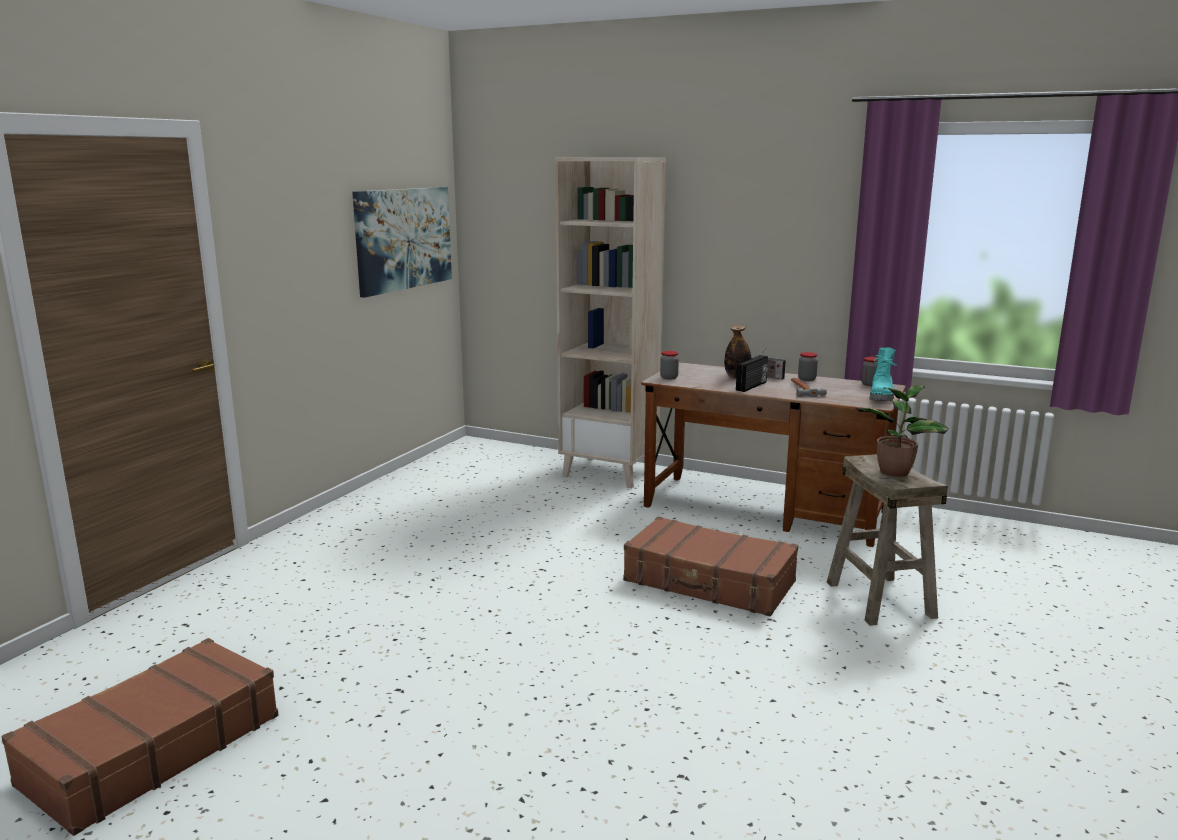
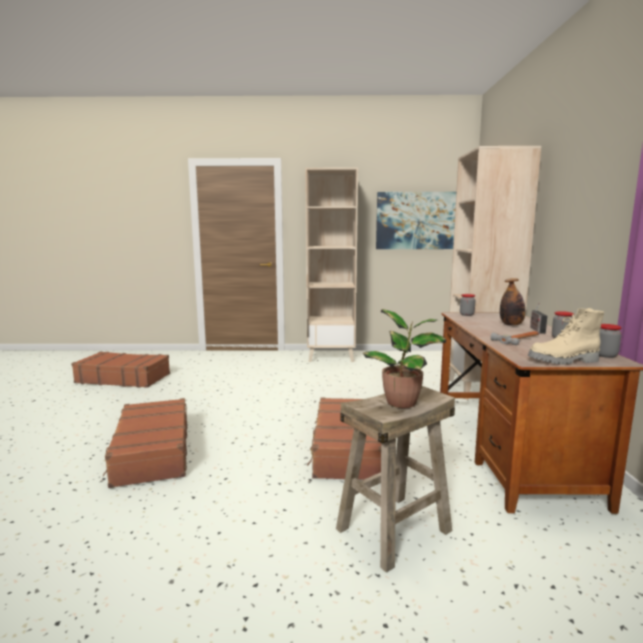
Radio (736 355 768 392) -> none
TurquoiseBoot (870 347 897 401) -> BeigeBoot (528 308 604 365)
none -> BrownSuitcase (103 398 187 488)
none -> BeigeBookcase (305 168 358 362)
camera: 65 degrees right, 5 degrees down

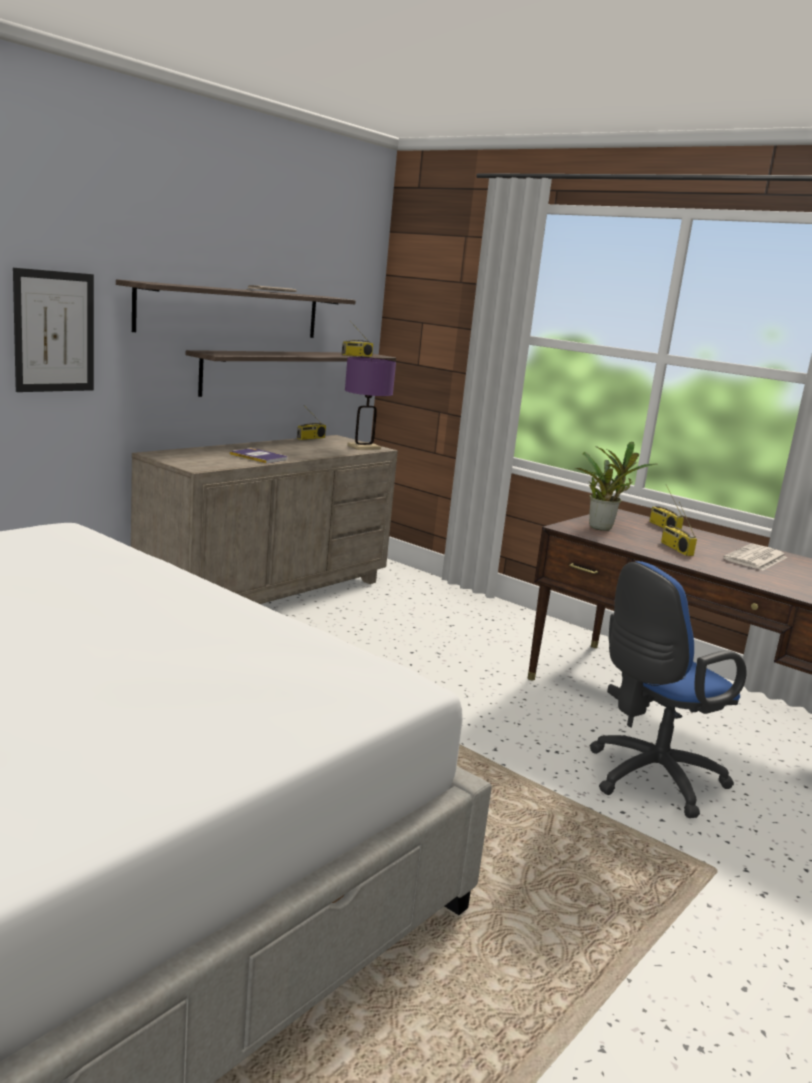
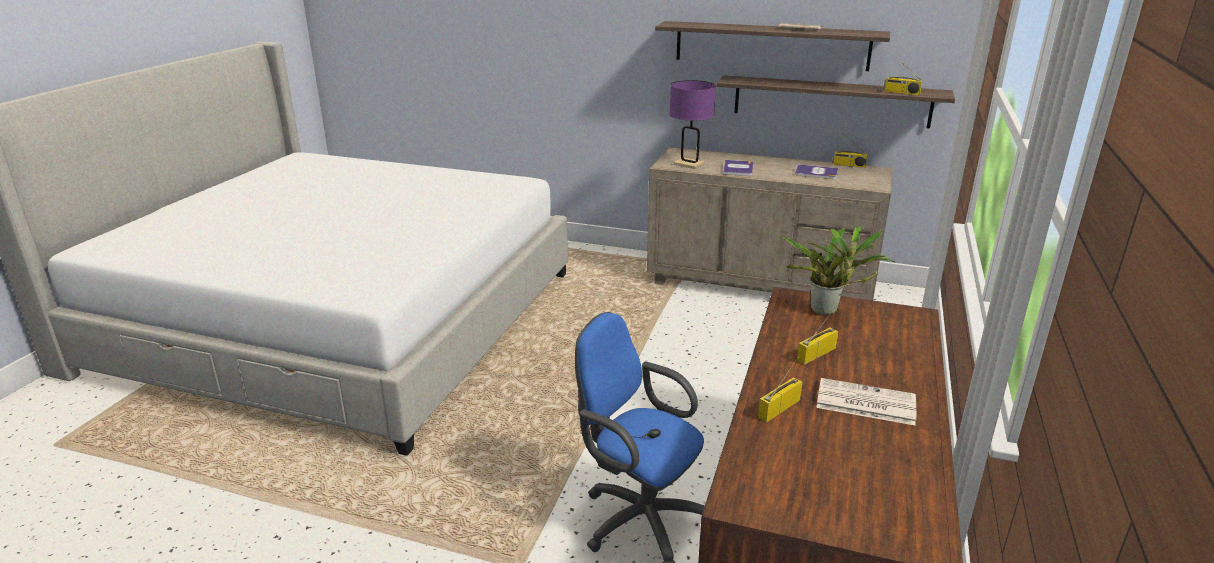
Picture (13 268 94 392) -> none
PurpleTableLamp (345 356 396 450) -> PurpleTableLamp (669 80 716 169), move
Radio (650 485 684 529) -> Radio (758 355 802 422), move
none -> Book (795 164 838 179)
camera: 70 degrees right, 10 degrees up

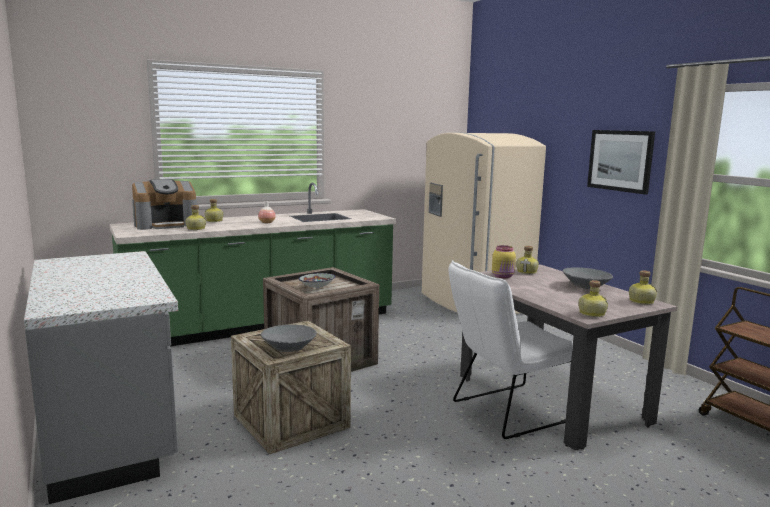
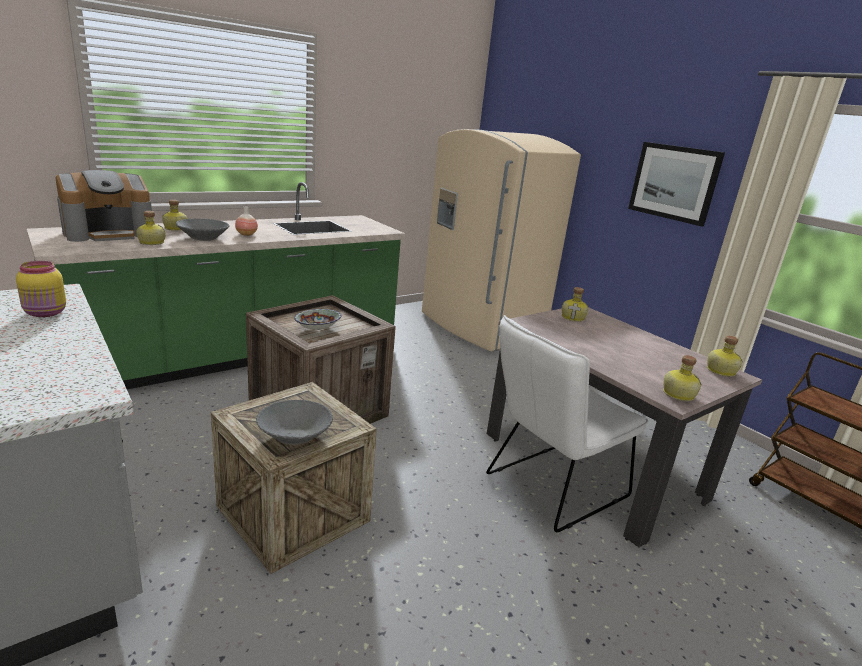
YellowJar (492 245 516 278) -> YellowJar (16 261 66 317), move
GreyBowl (563 267 613 289) -> GreyBowl (176 218 229 241), move
camera: 10 degrees left, 10 degrees up

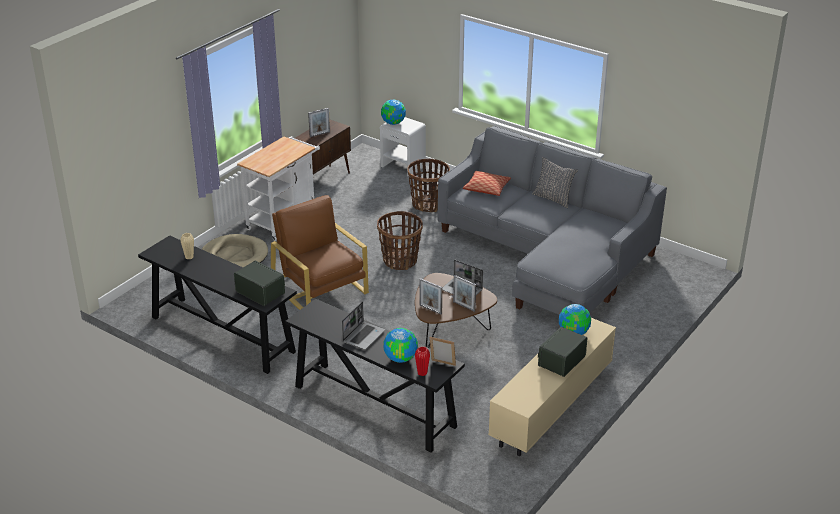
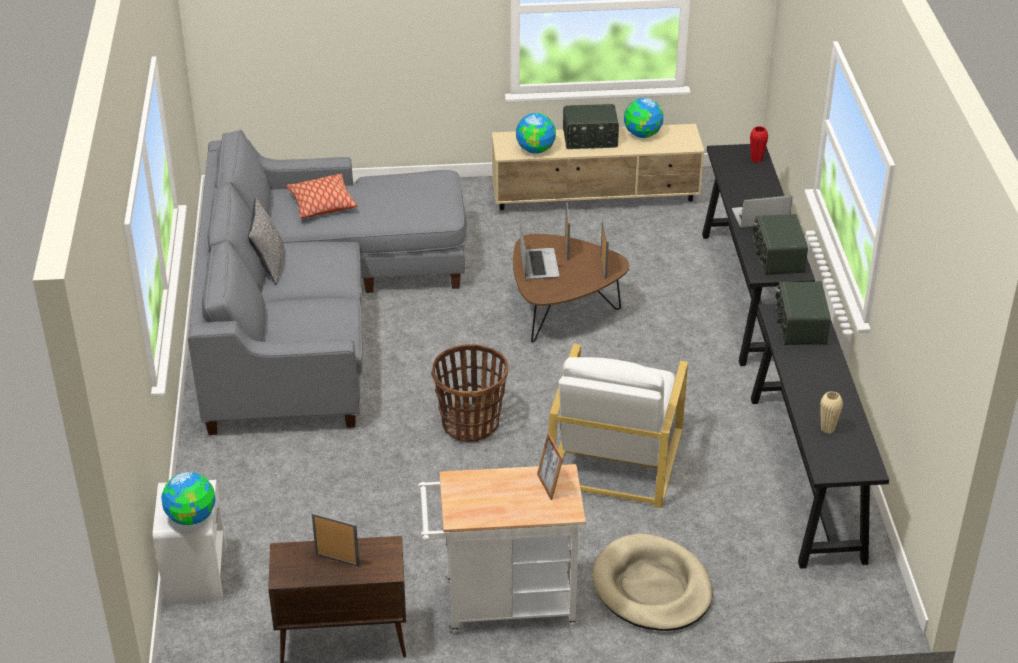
BrownArmchair (271 195 369 310) -> WhiteArmchair (548 344 688 508)
Globe (383 328 418 363) -> Globe (624 98 663 138), move
Basket (407 159 450 212) -> none
PictureFrame (430 337 456 366) -> PictureFrame (537 433 563 500), move
Pillow (463 171 511 196) -> Pillow (286 174 358 218), move
none -> Radio (752 214 808 275)
camera: 130 degrees left, 5 degrees up

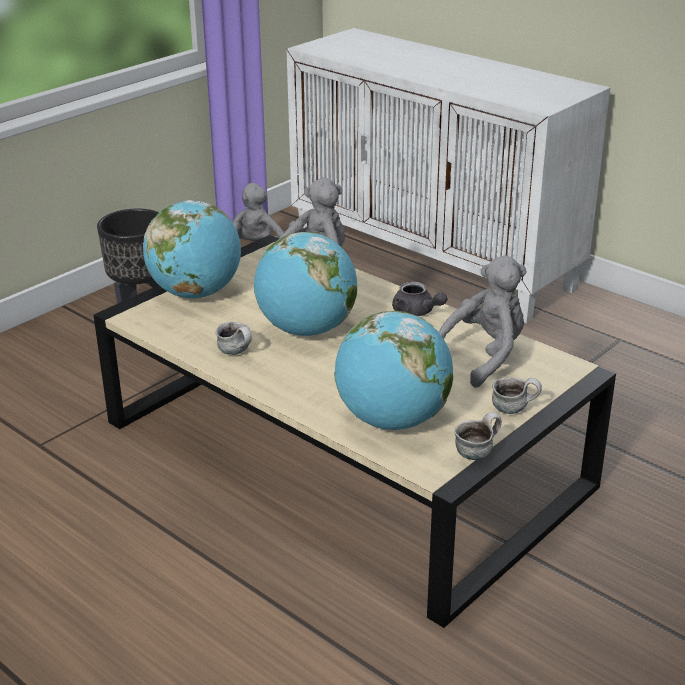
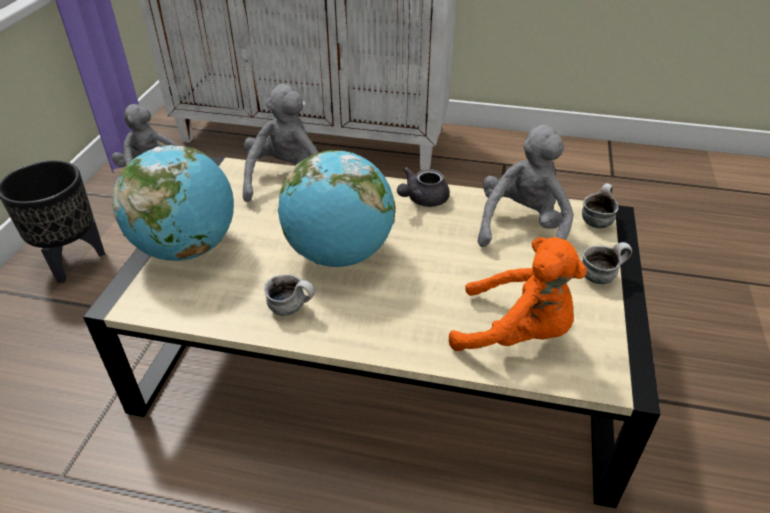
Globe (334 311 453 430) -> OrangePlushToy (449 237 587 351)
GreyTeapot (392 281 448 316) -> GreyTeapot (397 167 450 207), 120 degrees clockwise
Mug (454 412 502 460) -> Mug (582 183 618 228), move
camera: 30 degrees left, 10 degrees up

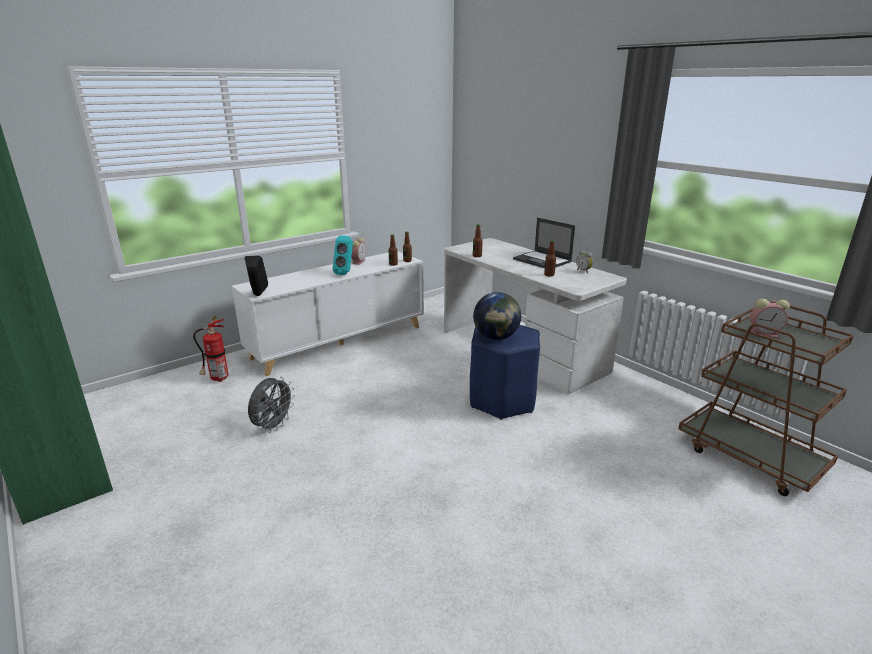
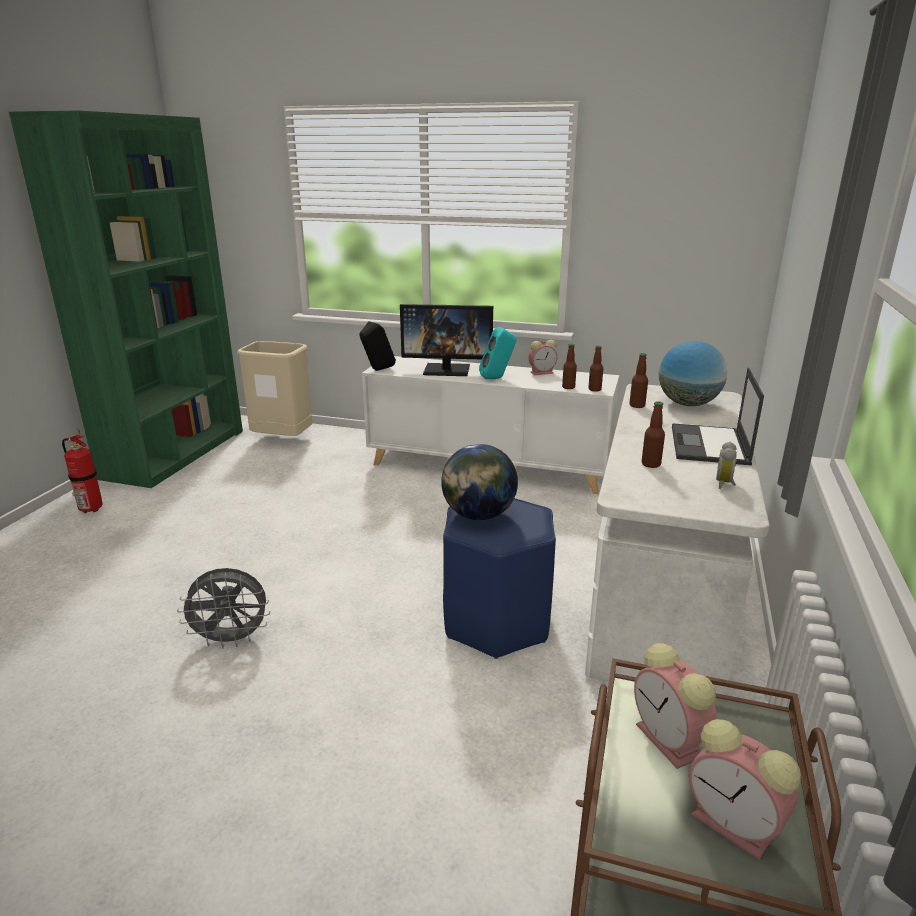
FireExtinguisher (193 316 228 382) -> FireExtinguisher (62 428 103 513), move
GreyFan (248 377 295 433) -> GreyFan (177 568 270 648), move
none -> BeigeTrashCan (237 341 312 436)
none -> Monitor (400 304 493 376)
none -> Globe (659 341 727 406)
none -> AlarmClock (689 719 801 860)
camera: 55 degrees right, 0 degrees up

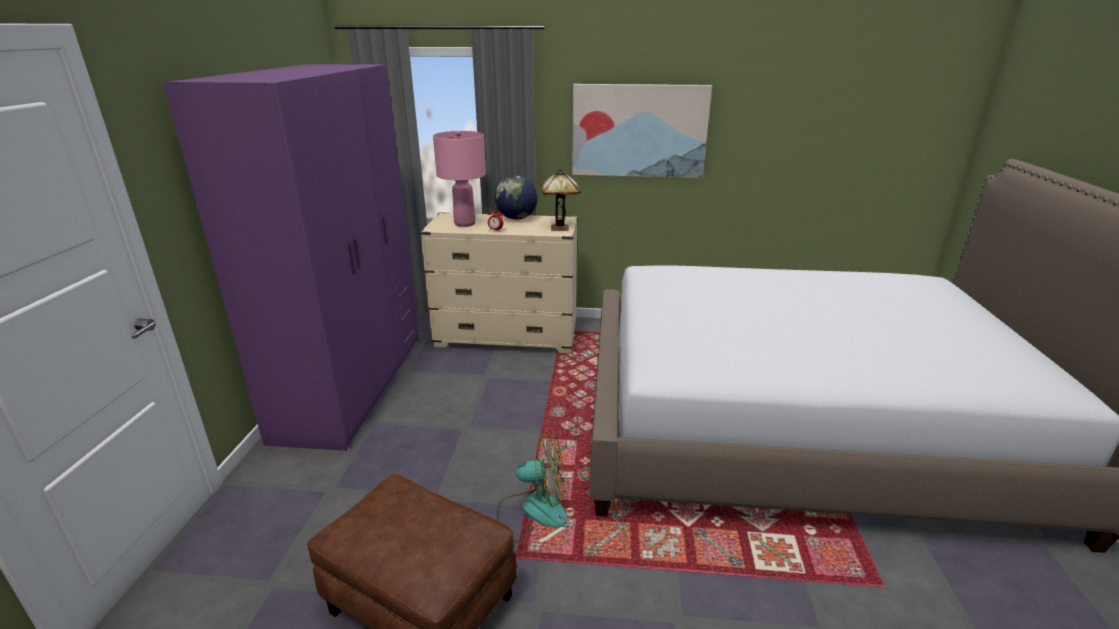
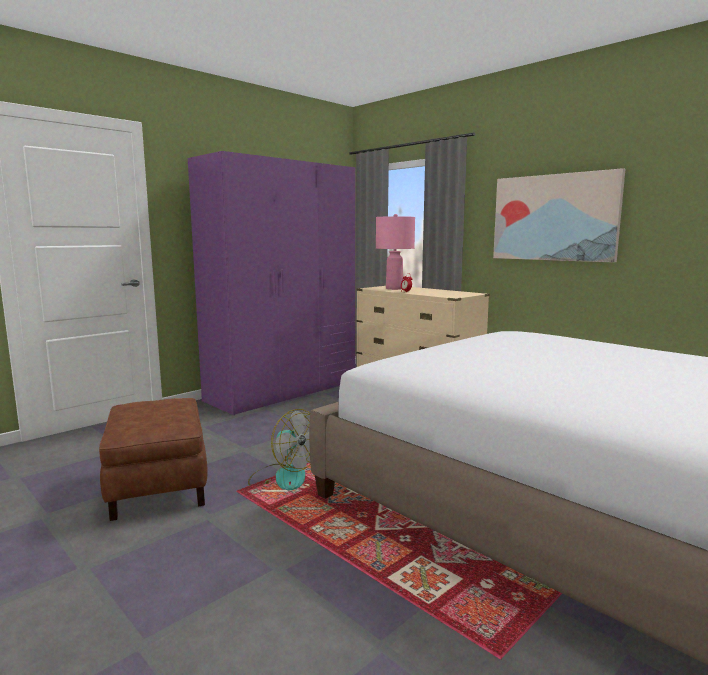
Globe (495 176 538 220) -> none
TableLamp (542 169 581 231) -> none
camera: 40 degrees right, 15 degrees down

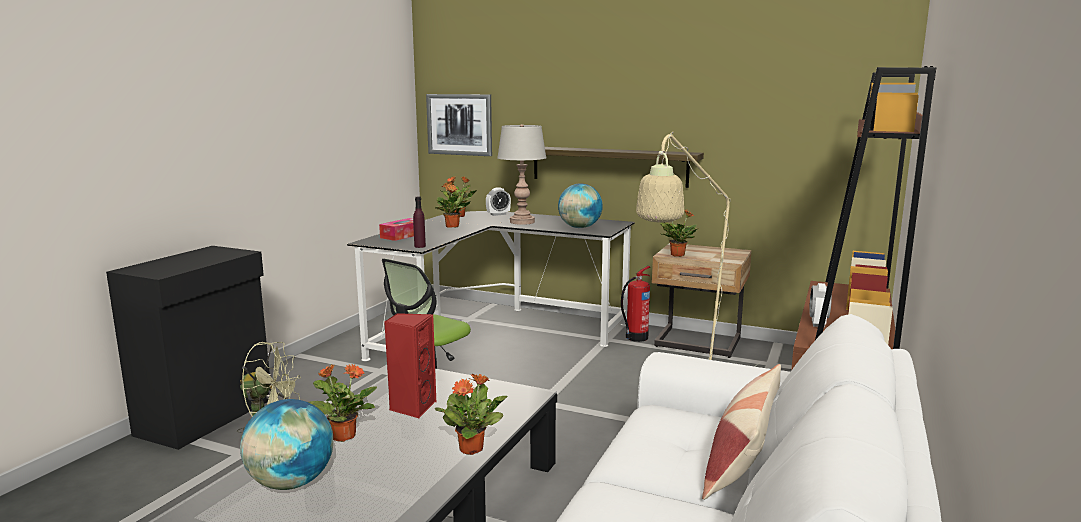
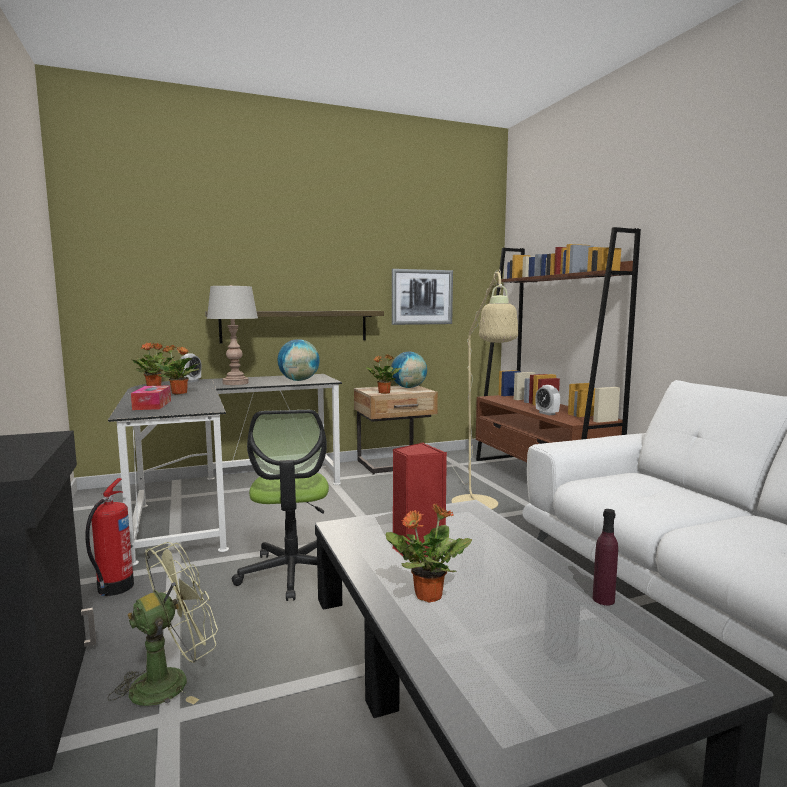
Globe (240 399 333 490) -> Globe (391 352 427 388), move
PurpleBottle (413 196 426 248) -> PurpleBottle (593 509 618 605), move
Picture (426 94 492 156) -> Picture (392 269 453 325), move
PottedPlant (435 373 508 455) -> none
FireExtinguisher (621 266 650 342) -> FireExtinguisher (86 478 134 596), move
Pillow (702 364 781 500) -> none
camera: 45 degrees left, 5 degrees down

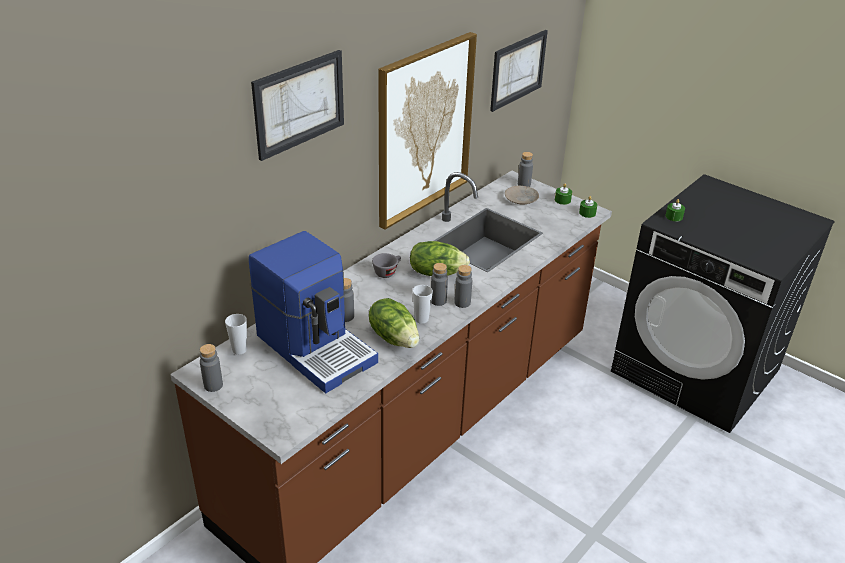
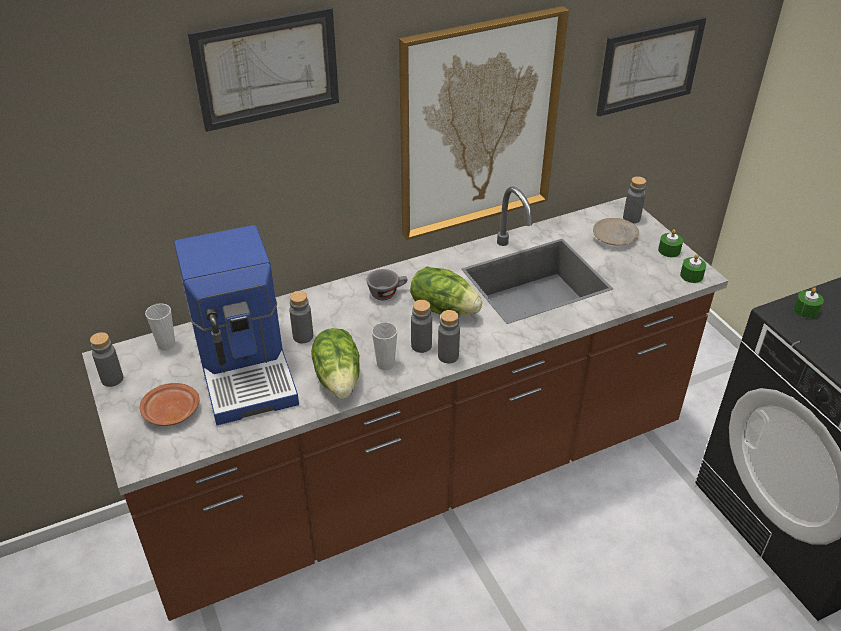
none -> BrownPlate (140 383 200 426)
camera: 25 degrees right, 5 degrees up

